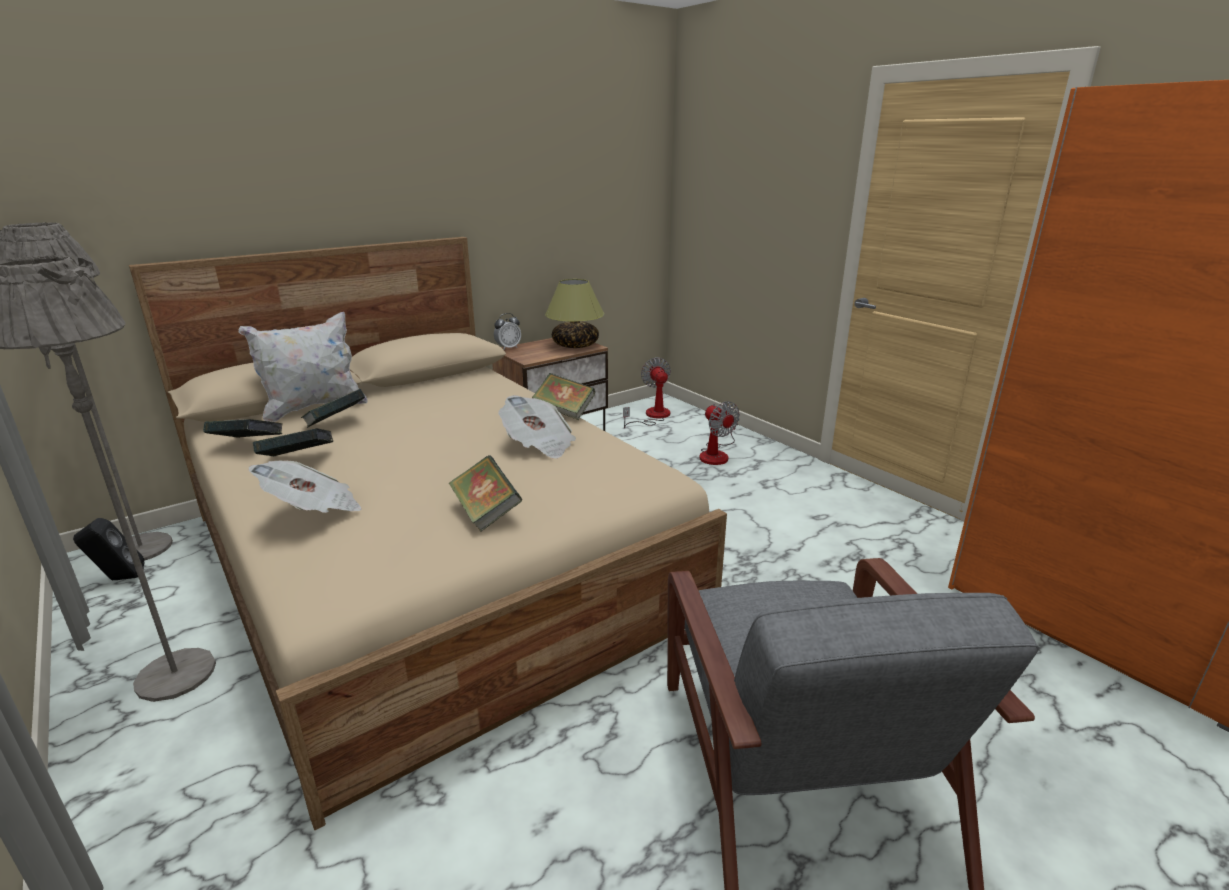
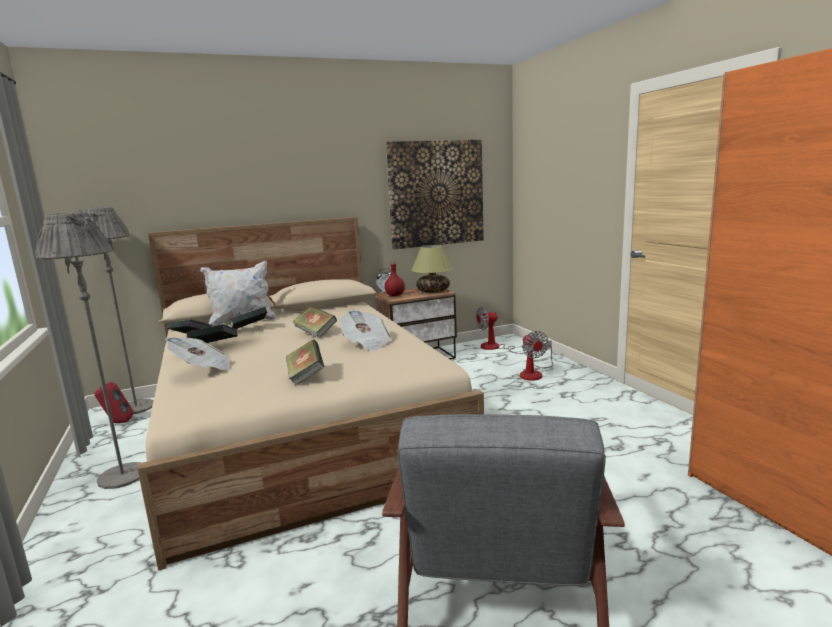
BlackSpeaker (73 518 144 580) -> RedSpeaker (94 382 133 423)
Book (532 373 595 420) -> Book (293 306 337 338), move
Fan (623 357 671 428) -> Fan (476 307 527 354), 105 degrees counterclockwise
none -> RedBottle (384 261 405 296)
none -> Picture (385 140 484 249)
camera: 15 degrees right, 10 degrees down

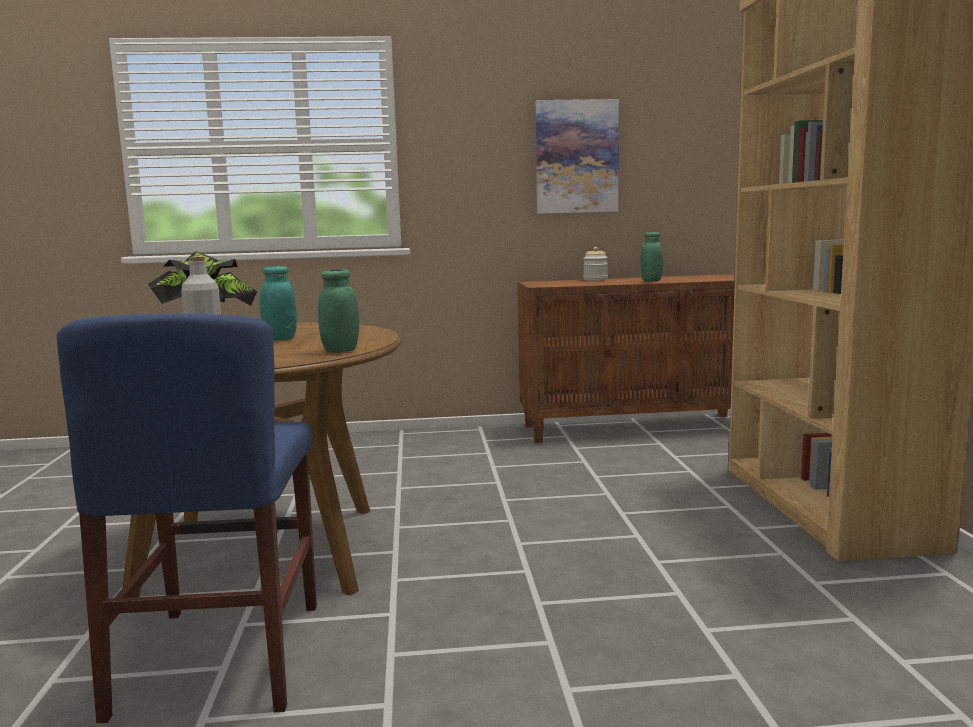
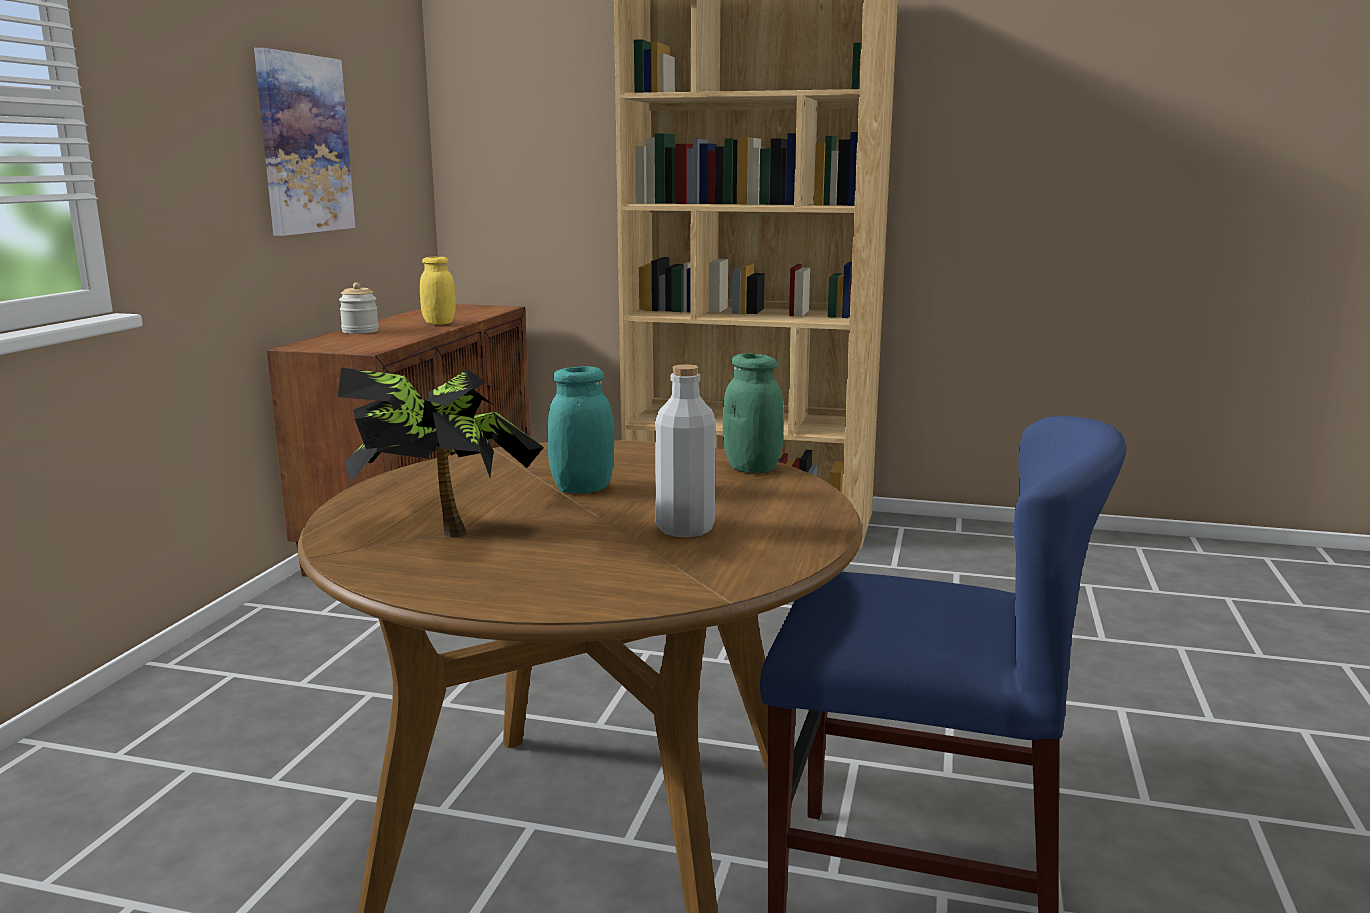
GreenJar (640 232 663 282) -> YellowJar (420 257 456 324)
camera: 70 degrees left, 5 degrees up

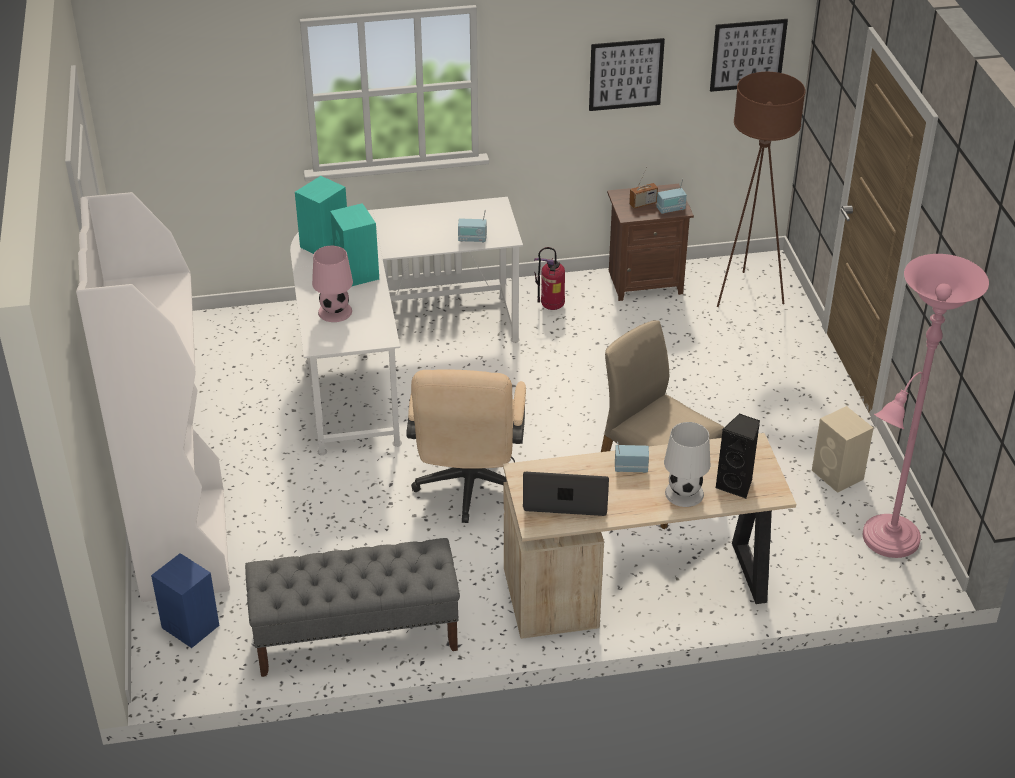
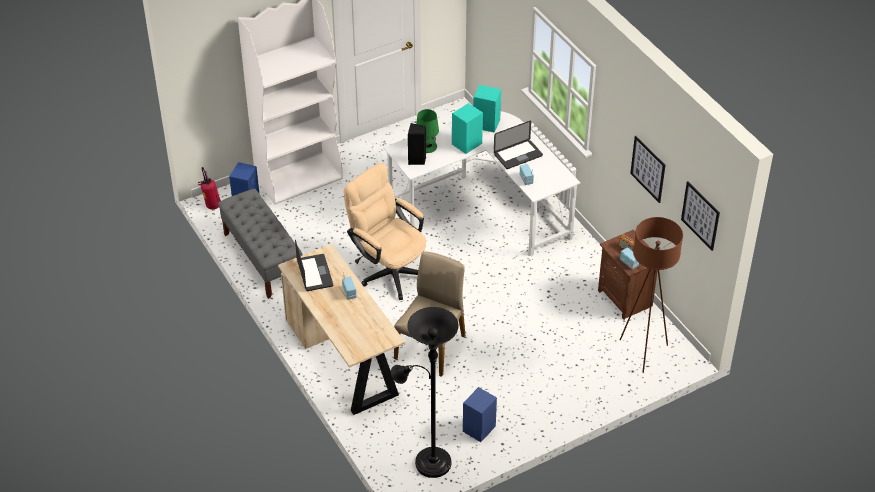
PinkTableLamp (312 246 353 322) -> GreenTableLamp (416 109 439 153)
BeigeOfficeChair (406 370 526 523) -> BeigeOfficeChair (344 163 426 300), 60 degrees clockwise
FireExtinguisher (534 247 565 310) -> FireExtinguisher (198 167 221 209), move
WhiteTableLamp (664 422 710 507) -> none
BlackSpeaker (716 413 760 499) -> BlackSpeaker (408 123 426 165), move
BeigeSpeaker (812 406 874 493) -> BlueSpeaker (463 387 497 442)
PinkFloorLamp (863 254 989 558) -> BlackFloorLamp (391 307 459 478)
none -> Laptop (494 121 543 169)
camera: 70 degrees right, 5 degrees up

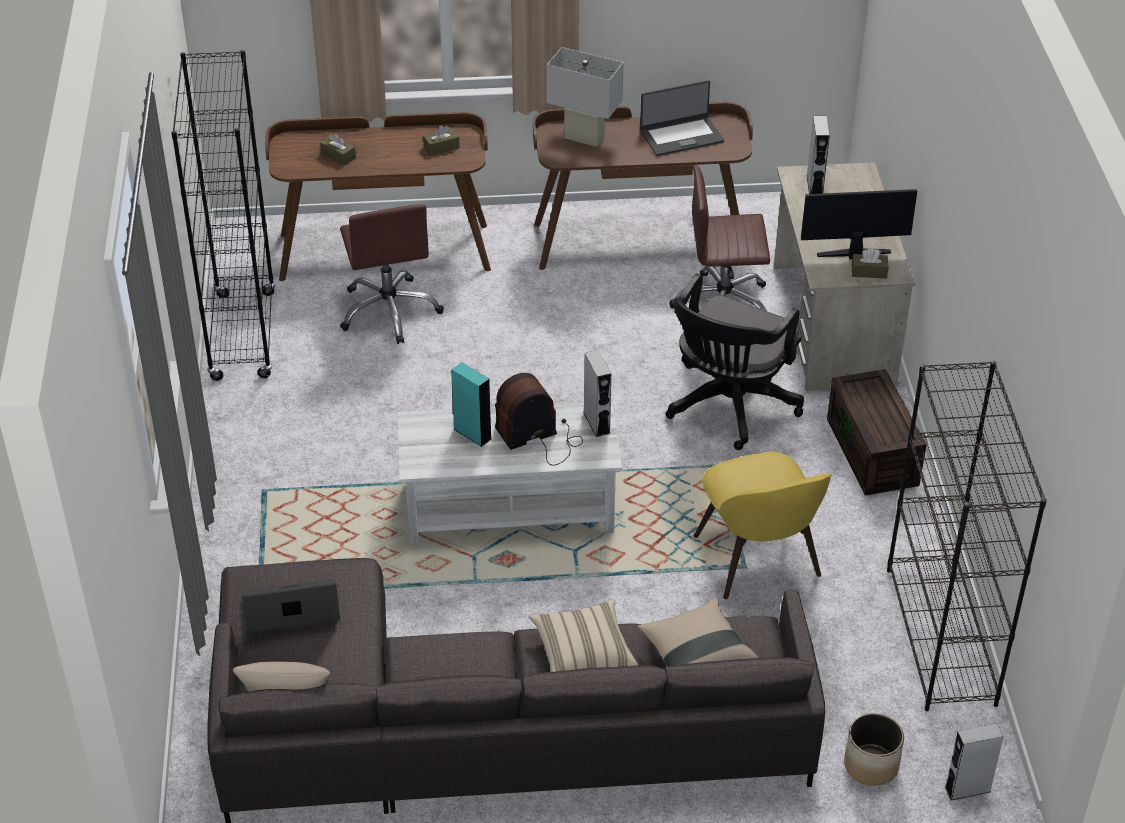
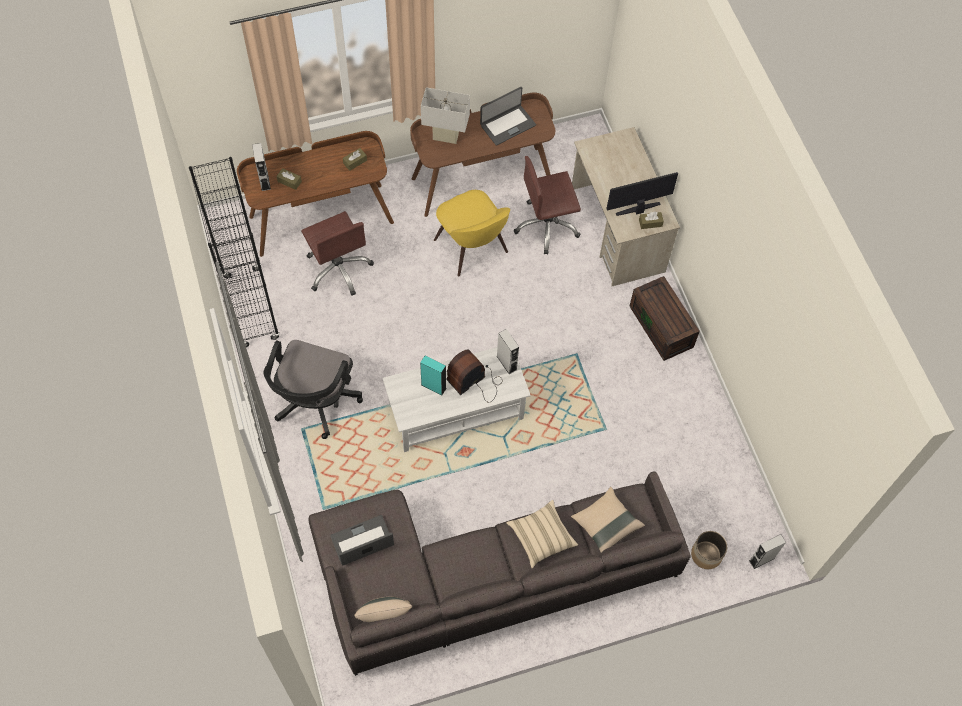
BlackOfficeChair (666 273 804 450) -> BlackOfficeChair (263 340 363 439), move
YellowChair (693 452 832 599) -> YellowChair (434 190 510 277), move
GreySpeaker (806 116 830 194) -> GreySpeaker (252 143 271 191), move
BlackBookcase (887 361 1047 711) -> none
camera: 15 degrees left, 20 degrees up

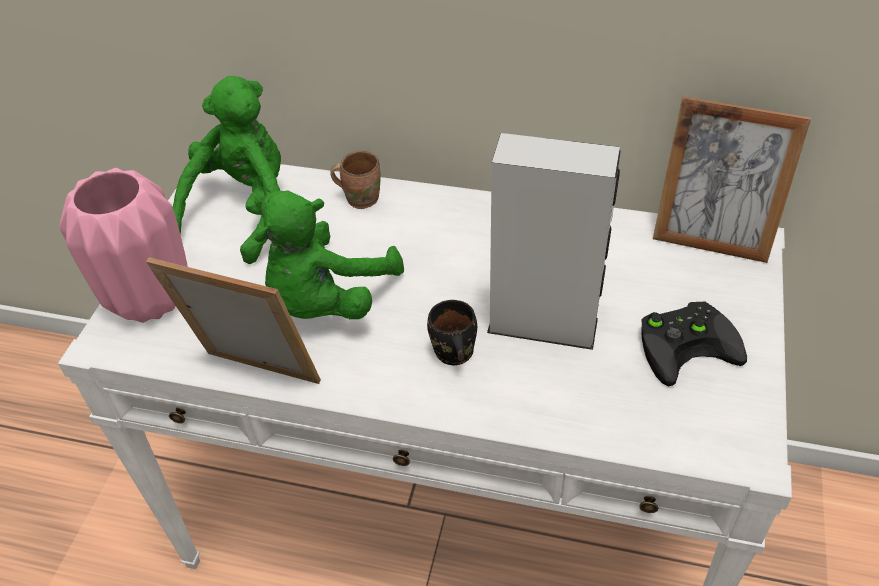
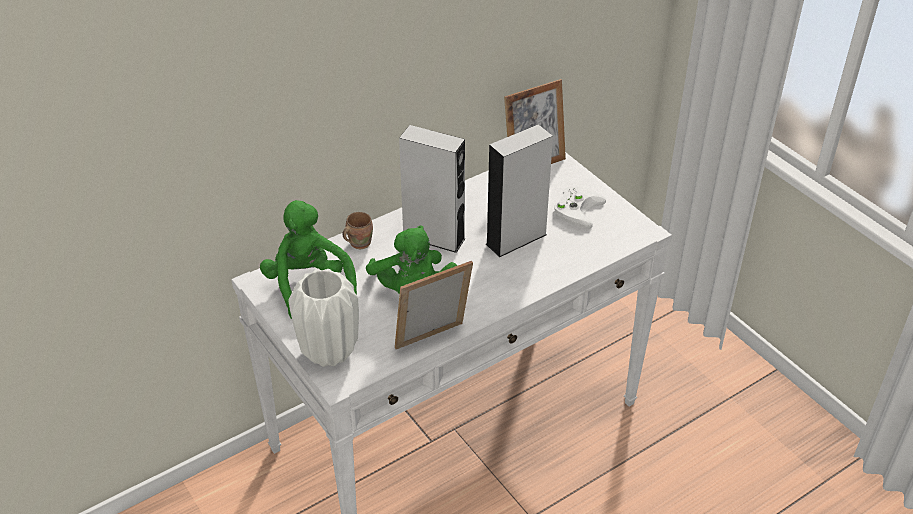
PinkVase (59 168 188 323) -> WhiteVase (288 269 359 367)
BlackMug (427 300 477 365) -> none
BlackGameController (641 302 747 386) -> WhiteGameController (553 187 606 229)
none -> GreySpeaker (399 125 466 253)
camera: 50 degrees left, 5 degrees down

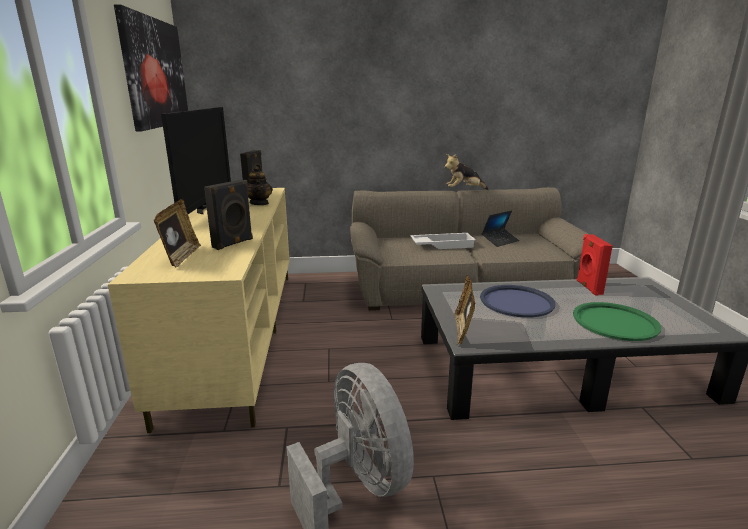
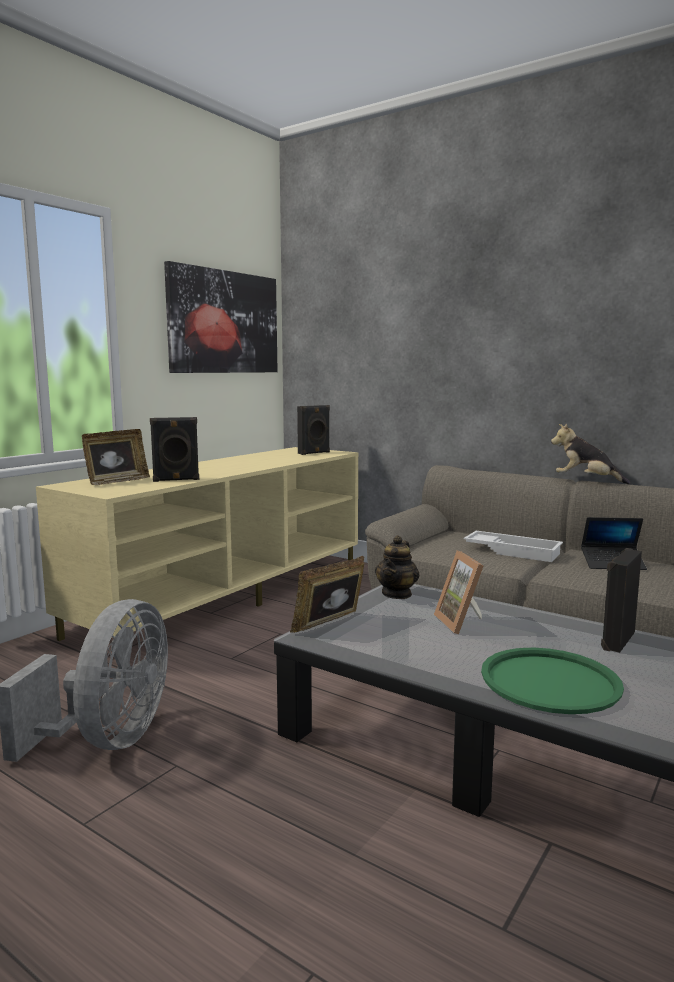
Television (161 107 231 214) -> none
Teapot (247 166 273 205) -> Teapot (375 535 419 599), move
BlueTray (480 285 556 317) -> PictureFrame (434 550 483 634)
RedSpeaker (577 234 613 295) -> BlackSpeaker (601 548 642 653)
camera: 40 degrees right, 10 degrees down

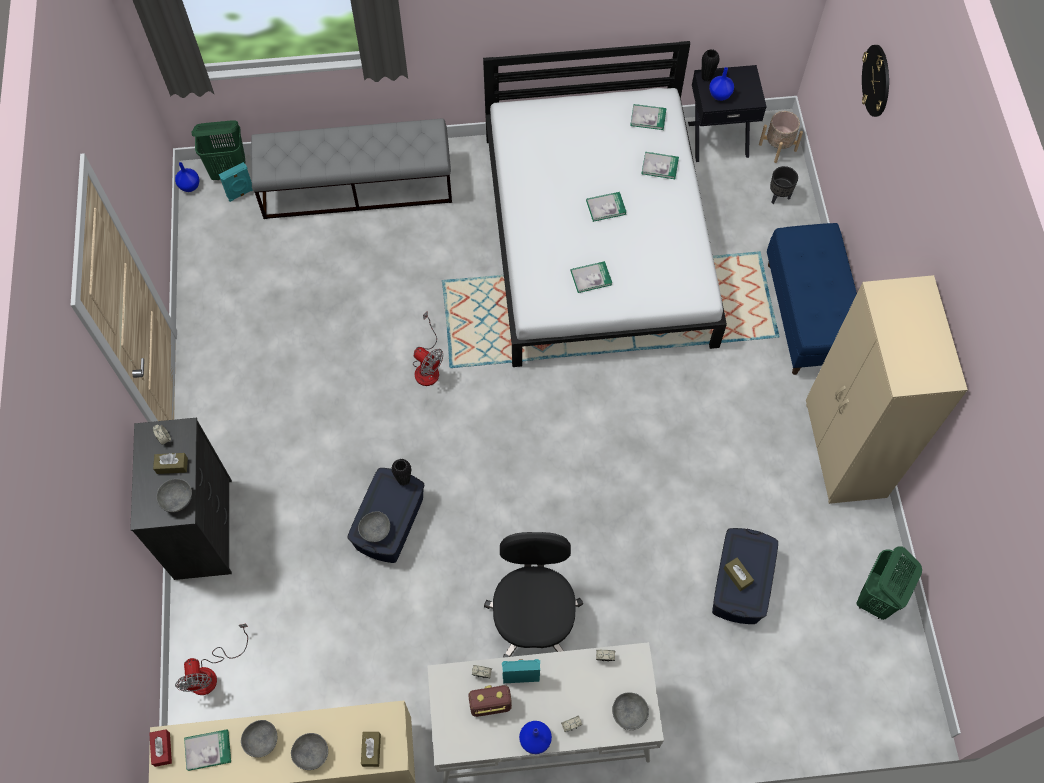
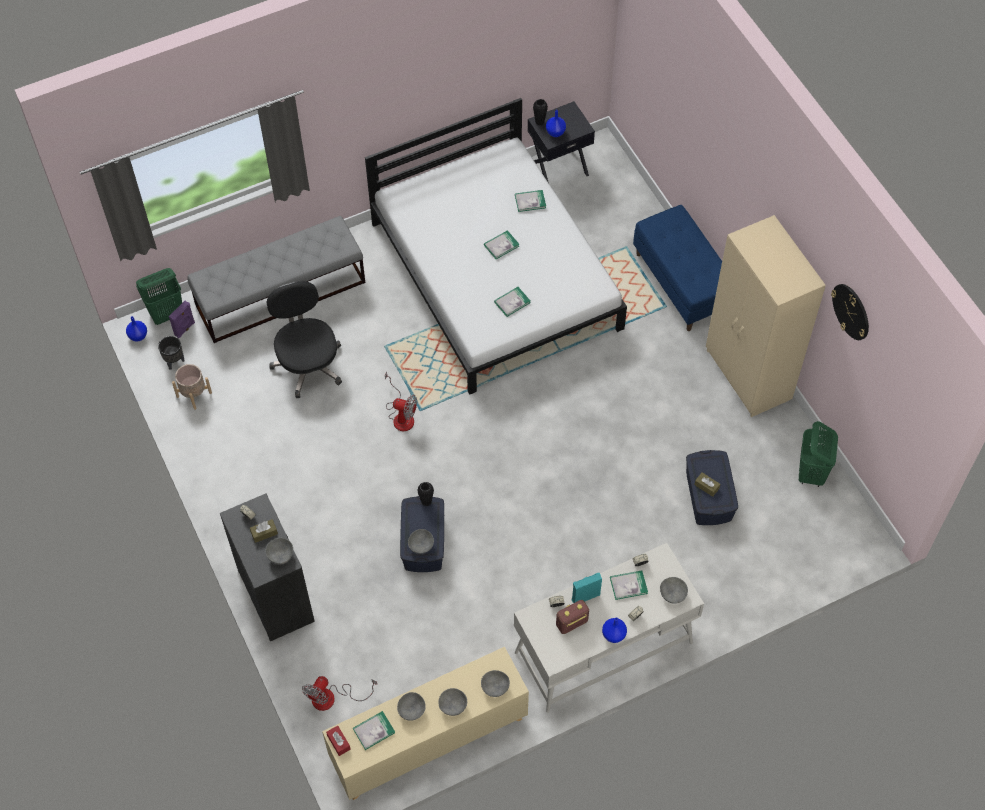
Fan (175 624 248 695) -> Fan (302 676 377 711), 60 degrees clockwise
TurquoiseSpeaker (219 162 253 202) -> PurpleSpeaker (169 301 195 338)
BrownTissueBox (361 732 381 767) -> GreyBowl (481 670 510 697)
BlackOfficeChair (484 532 583 658) -> BlackOfficeChair (267 281 342 398), move
Book (630 104 667 130) -> Book (610 570 648 600), move
BeigePlanter (759 111 803 163) -> BeigePlanter (172 364 212 410), move
BlackPlanter (770 166 798 204) -> BlackPlanter (158 336 185 370), move
WallClock (862 45 889 117) -> WallClock (831 284 869 340), move
camera: 20 degrees left, 5 degrees down

